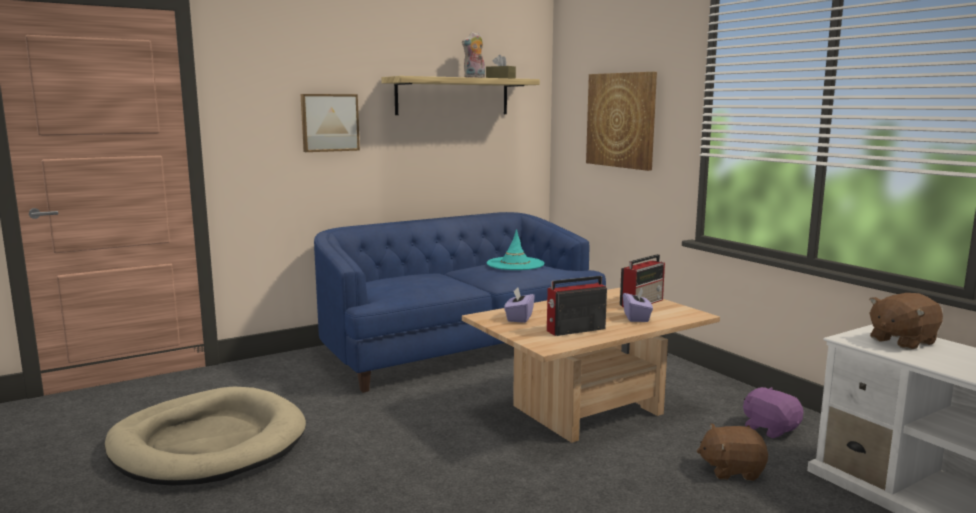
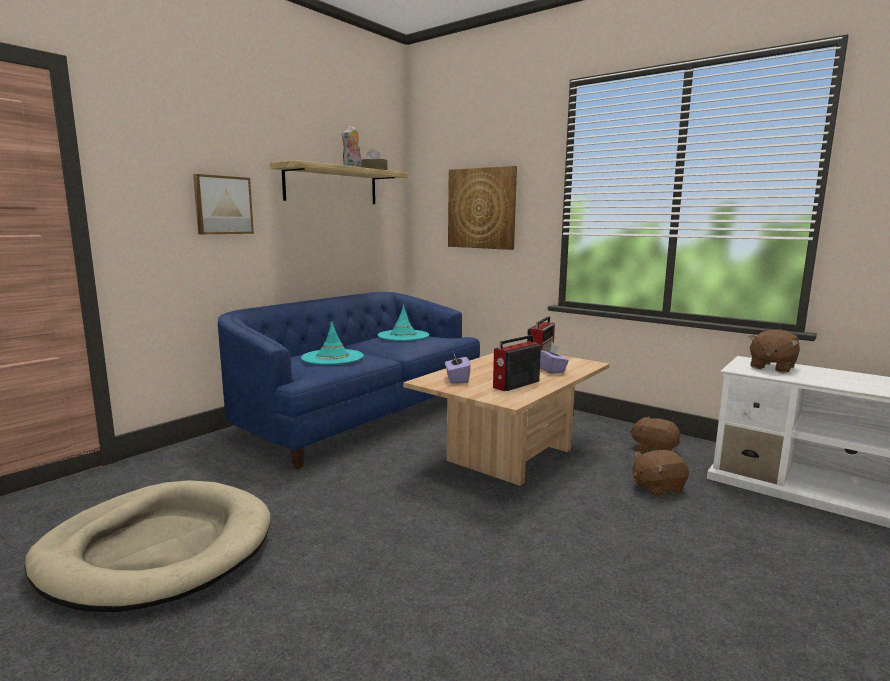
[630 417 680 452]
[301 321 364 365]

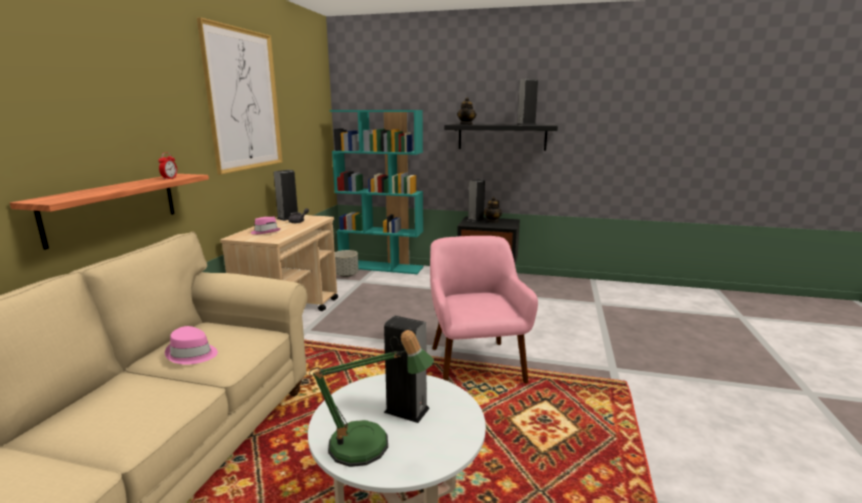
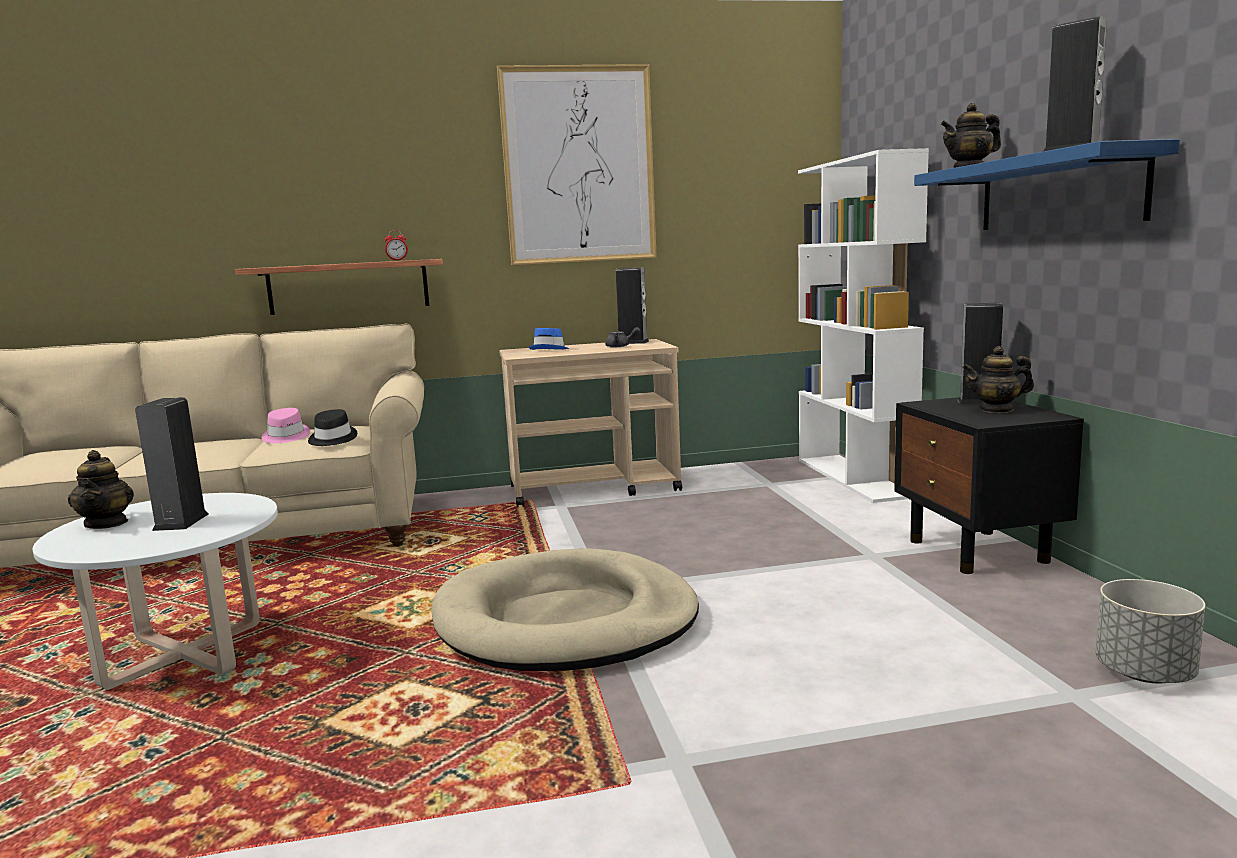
[529 328 569 350]
[68 450 134 529]
[798 148 929 503]
[1096 579 1206 683]
[431 548 699 671]
[914 139 1180 230]
[308 409 357 446]

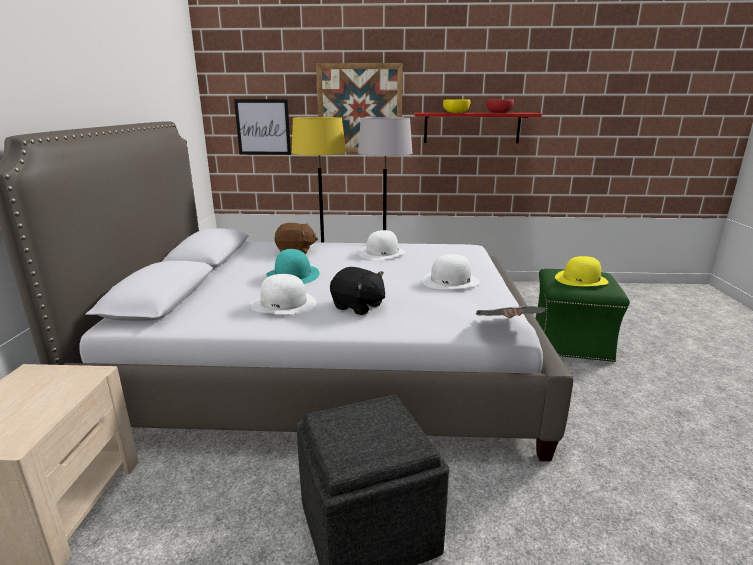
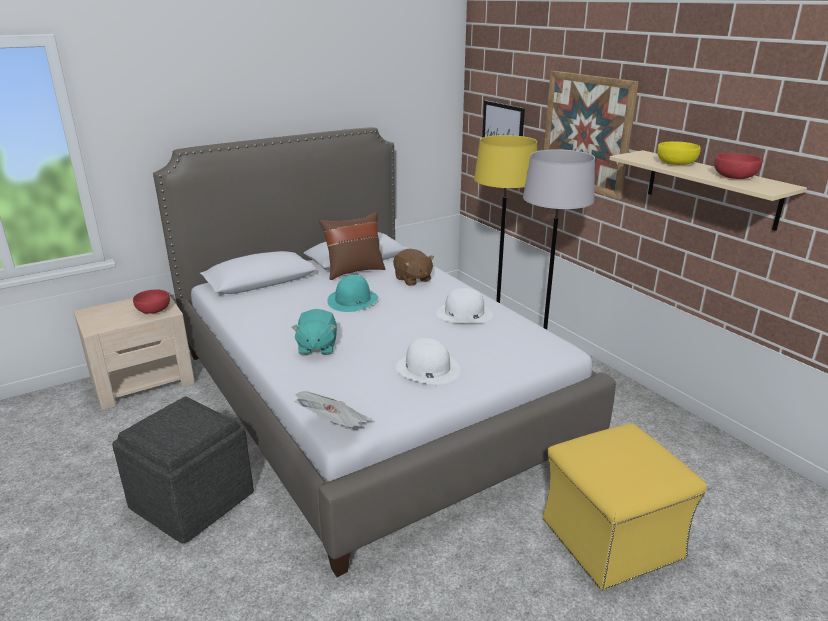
[251 274 317 314] (first image)
[292 309 337 355]
[609 150 807 231]
[542 423 707 590]
[555 256 609 286] (first image)
[133 289 170 314]
[319 212 385 280]

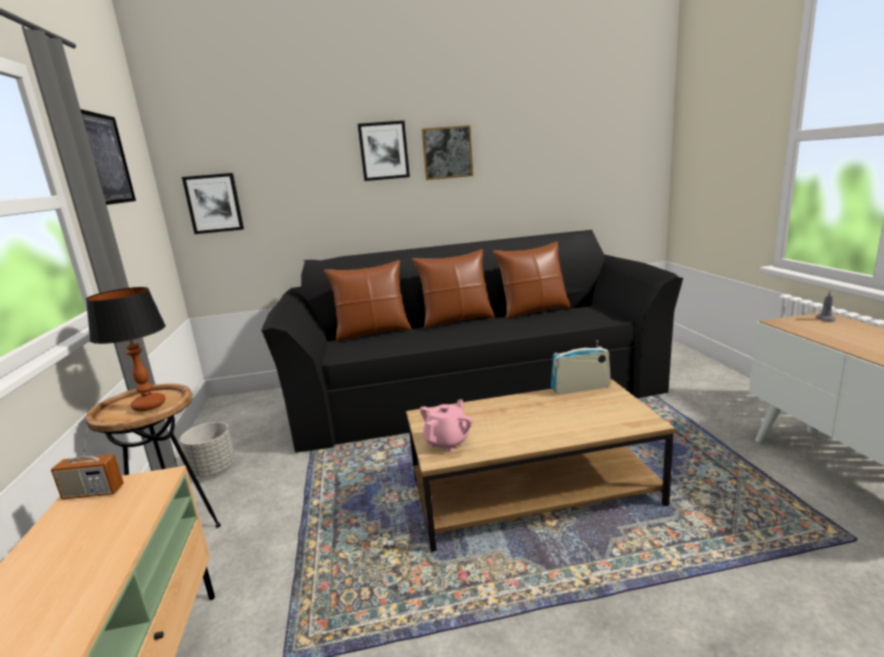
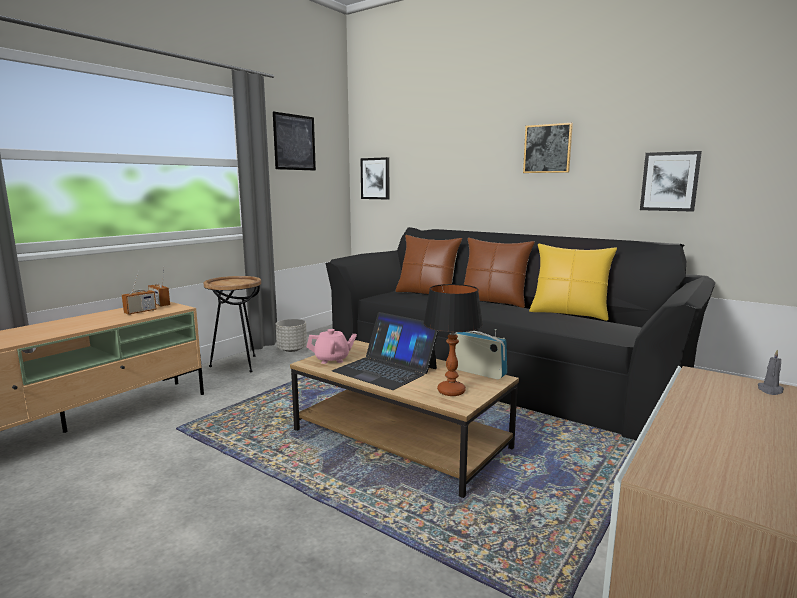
[423 284 483 396]
[640 151 702 212]
[529 244 617 321]
[122 270 157 315]
[332 312 439 390]

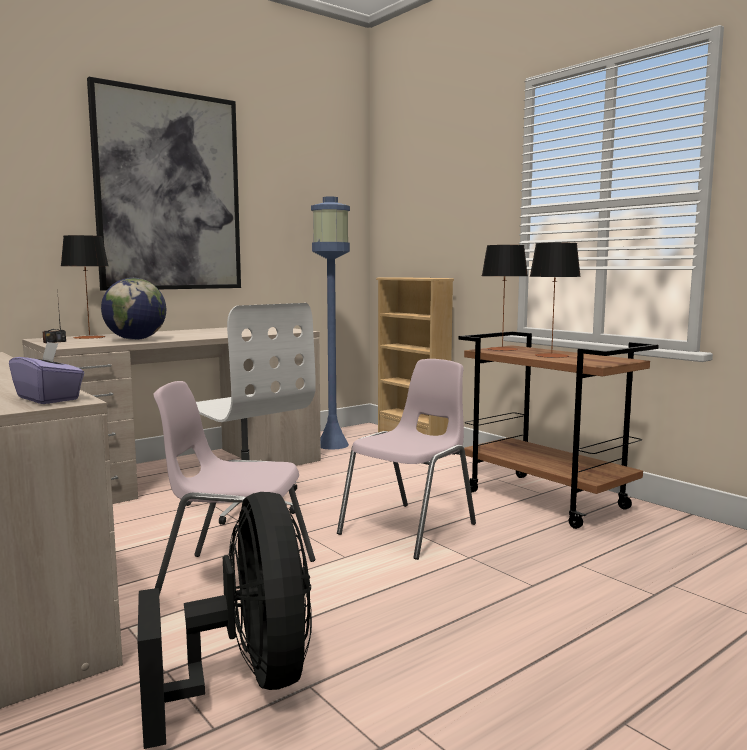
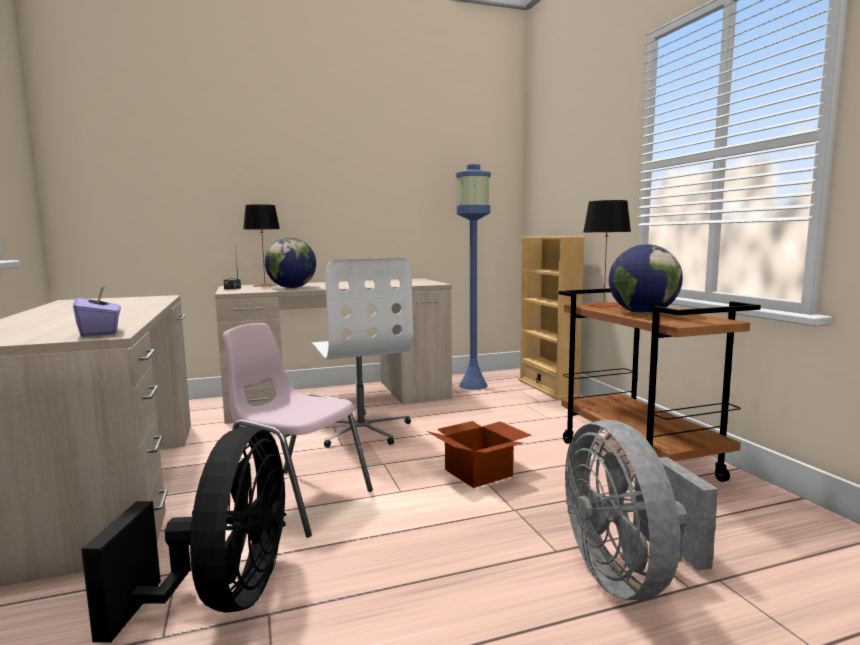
[87 77 241 291] (first image)
[426 421 531 488]
[609 244 683 314]
[565 420 718 600]

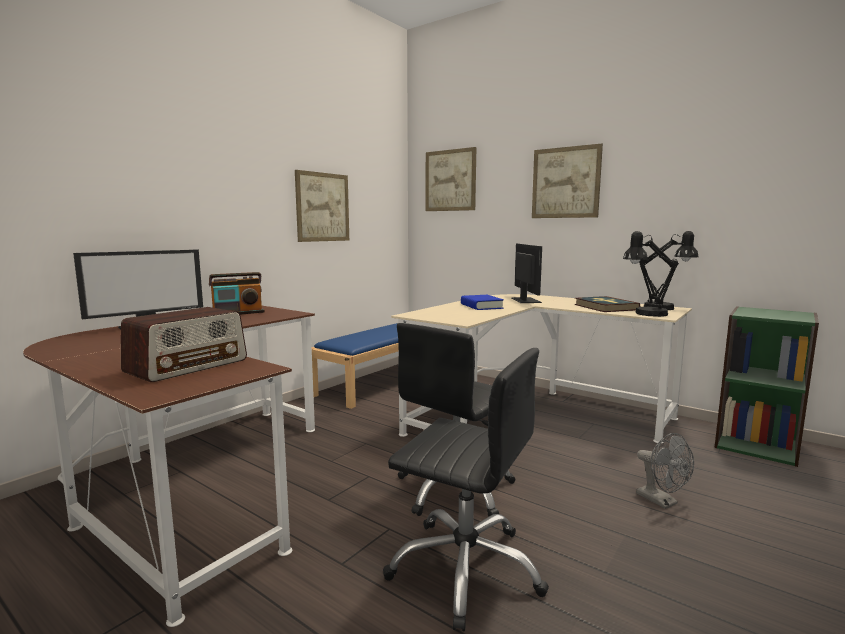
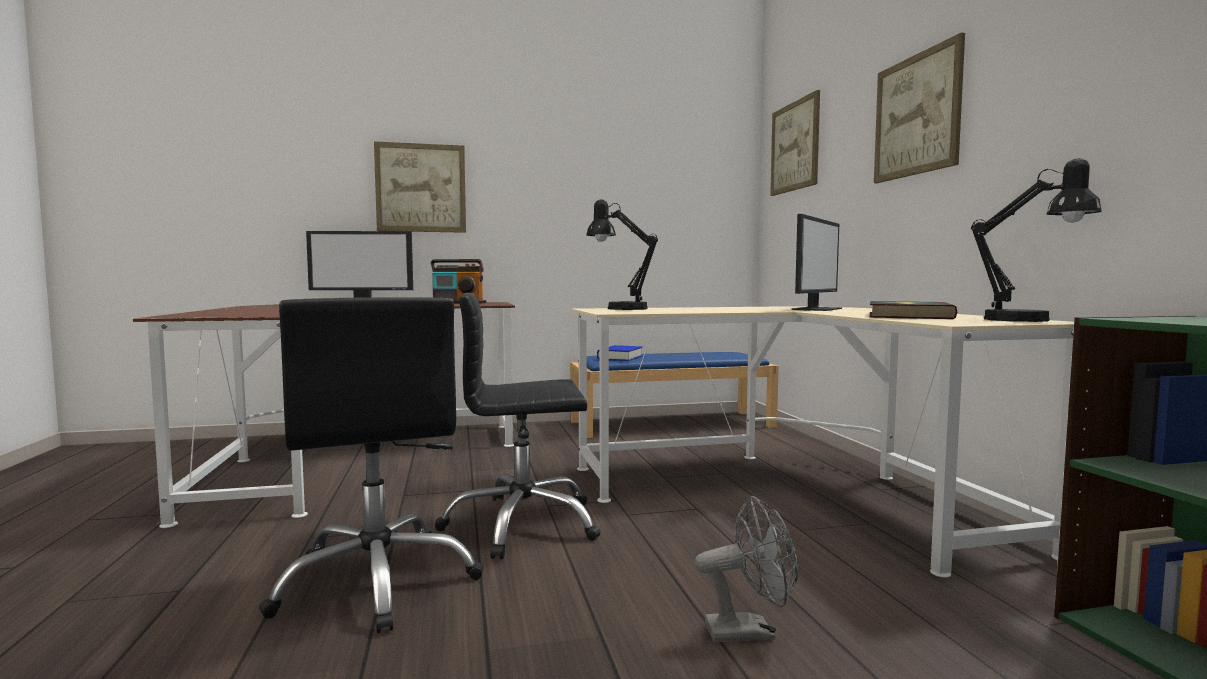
[121 307 247 382] (first image)
[374 141 466 233]
[597 345 643 361]
[586 199 658 310]
[695 496 798 642]

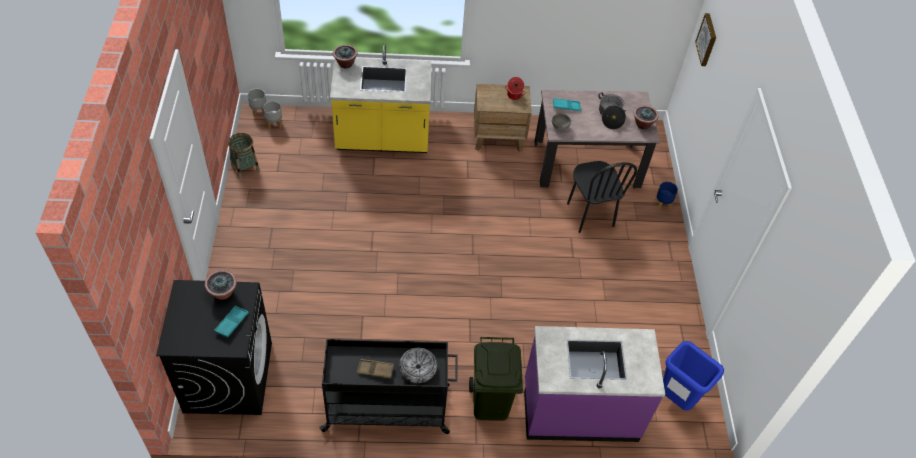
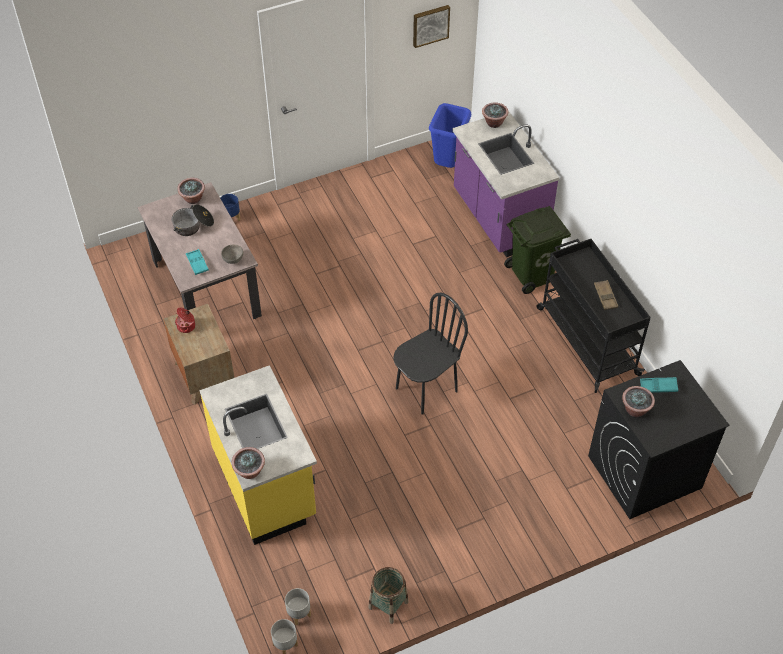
[399 348 437 383] (first image)
[393 292 468 415]
[413 5 450 48]
[482 102 508 128]

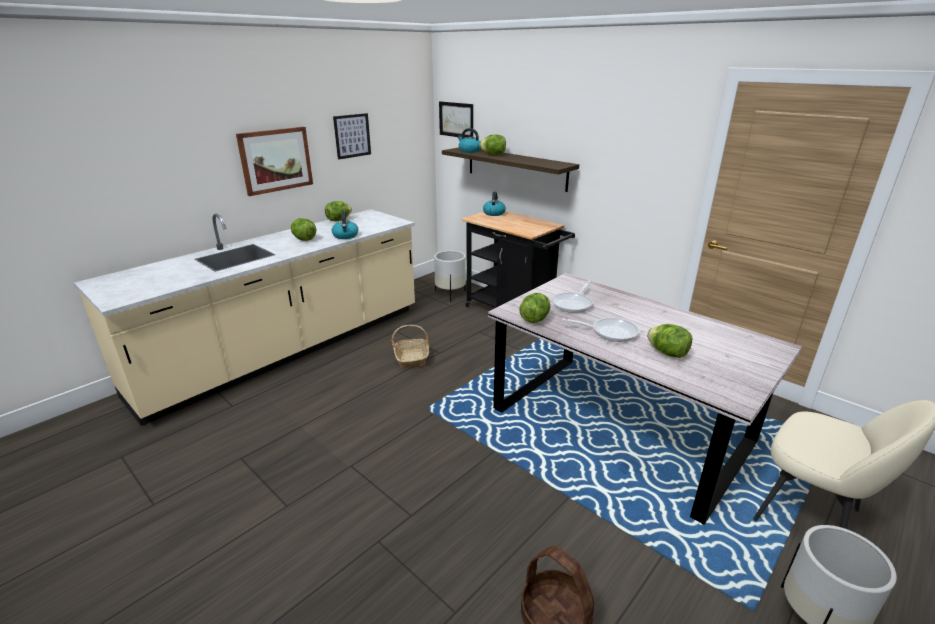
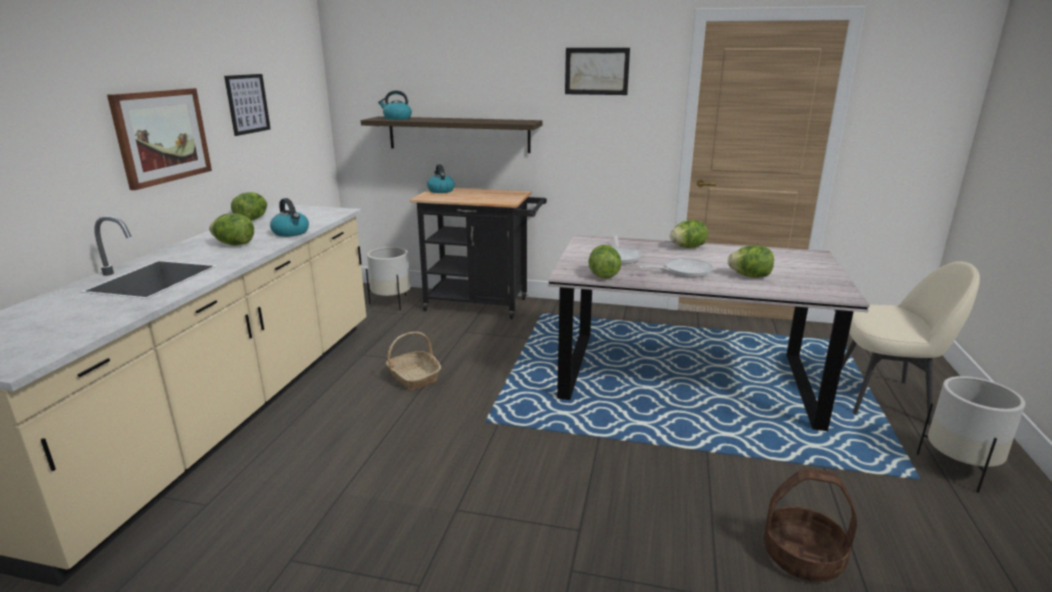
[565 48 630 95]
[670 220 708 248]

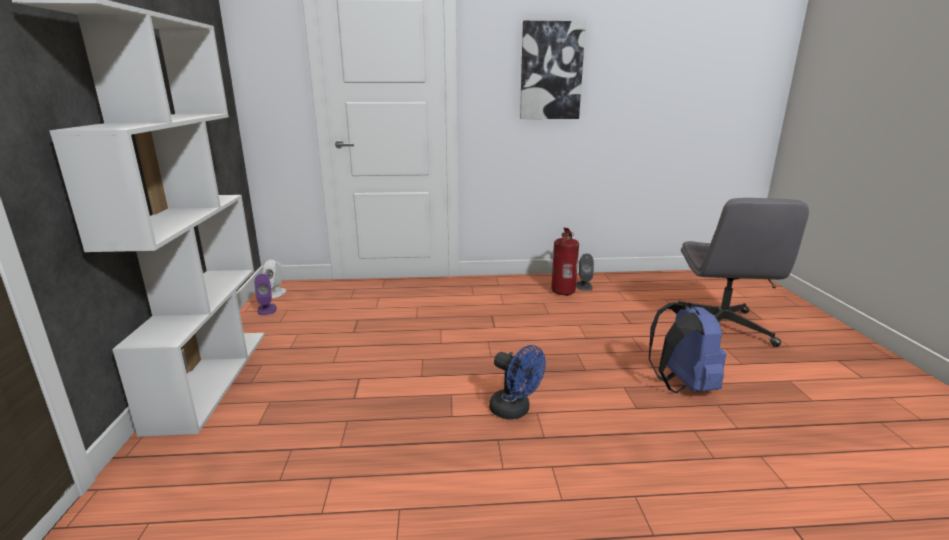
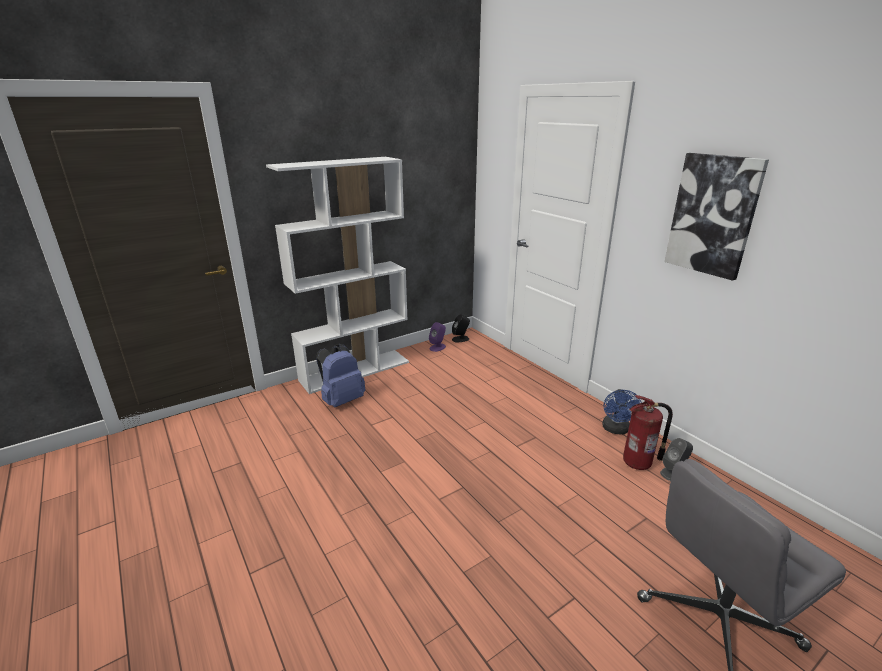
[452 314 470 343]
[602 389 642 434]
[316 344 365 407]

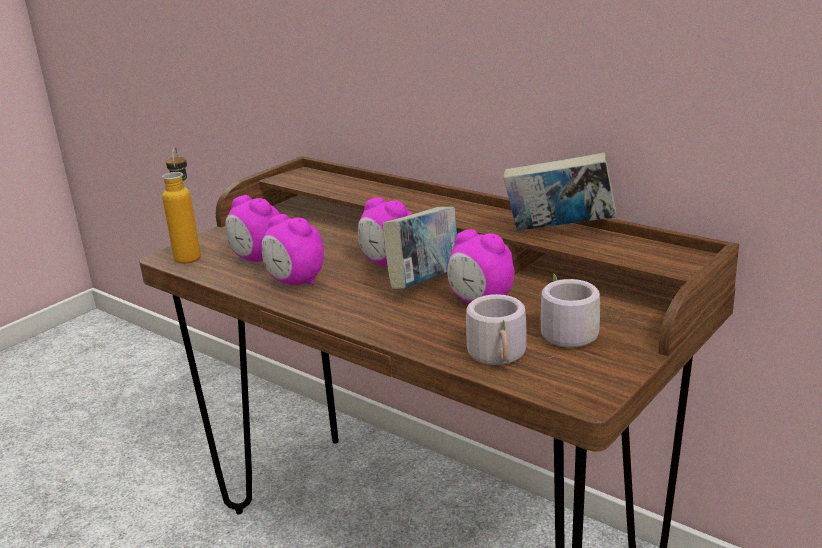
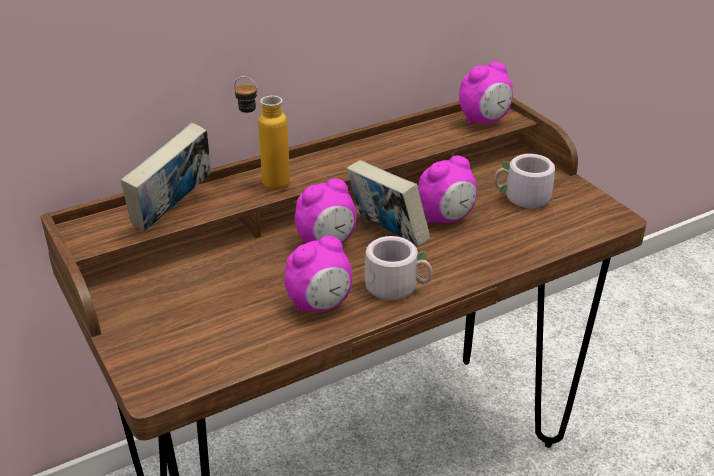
[234 76 290 190]
[459 61 513 124]
[365 236 433 300]
[121 123 211 232]

